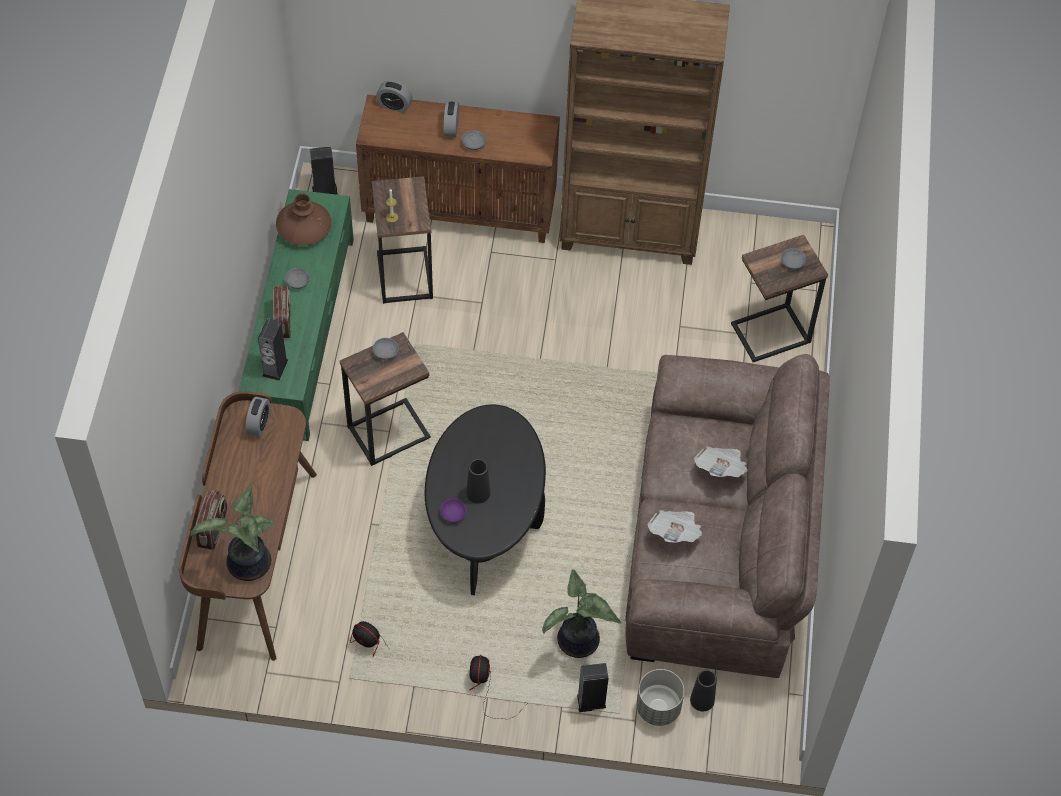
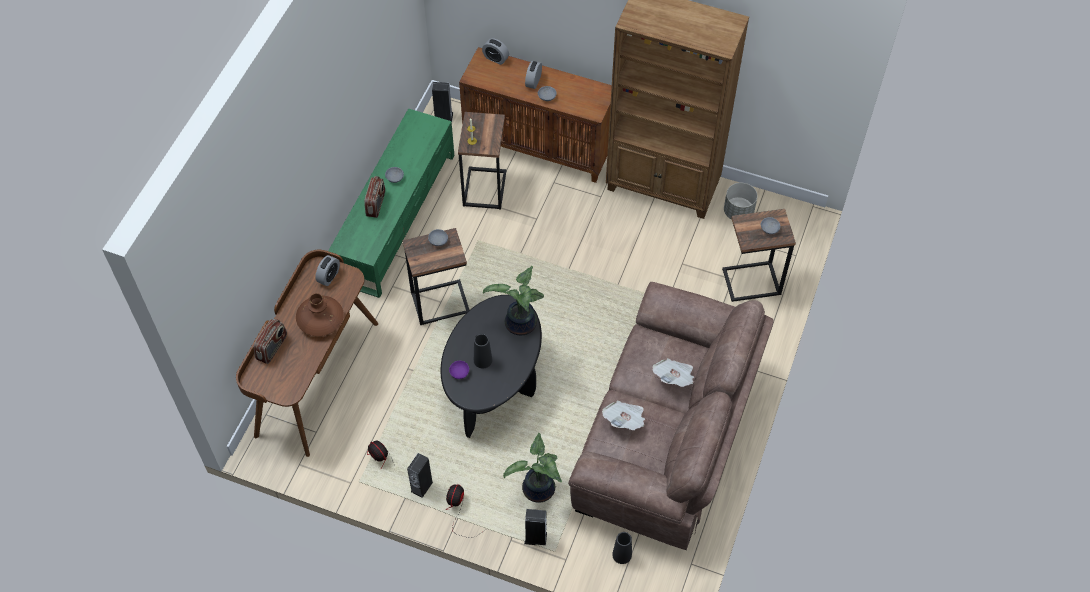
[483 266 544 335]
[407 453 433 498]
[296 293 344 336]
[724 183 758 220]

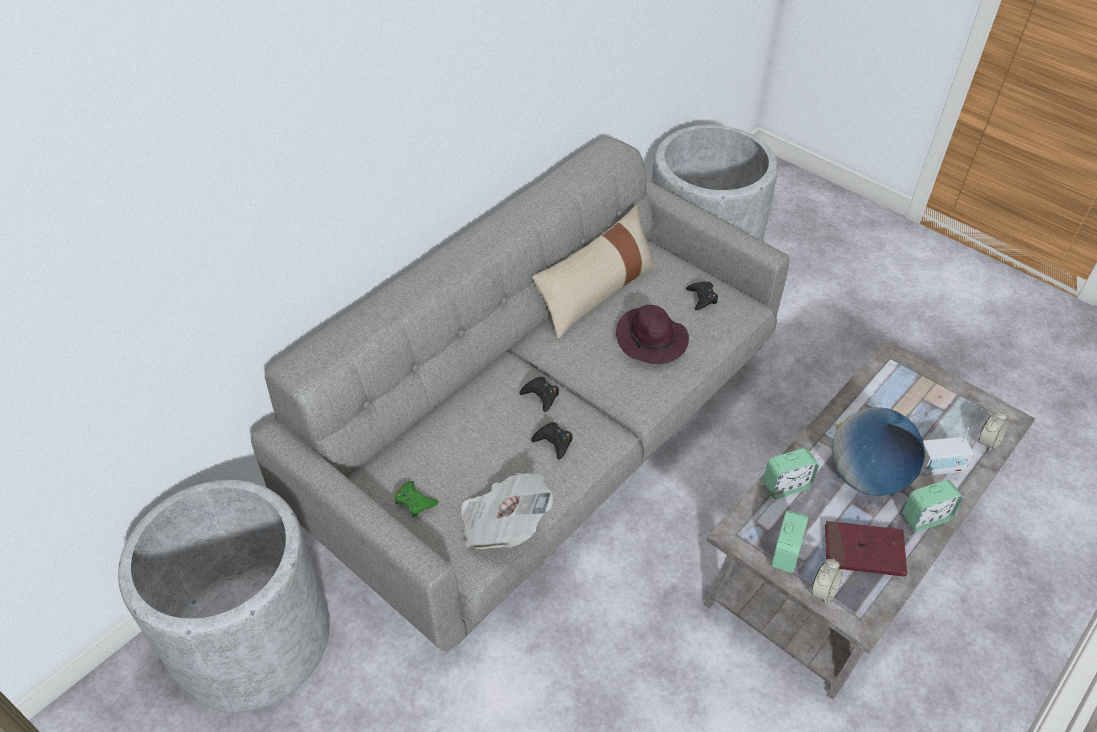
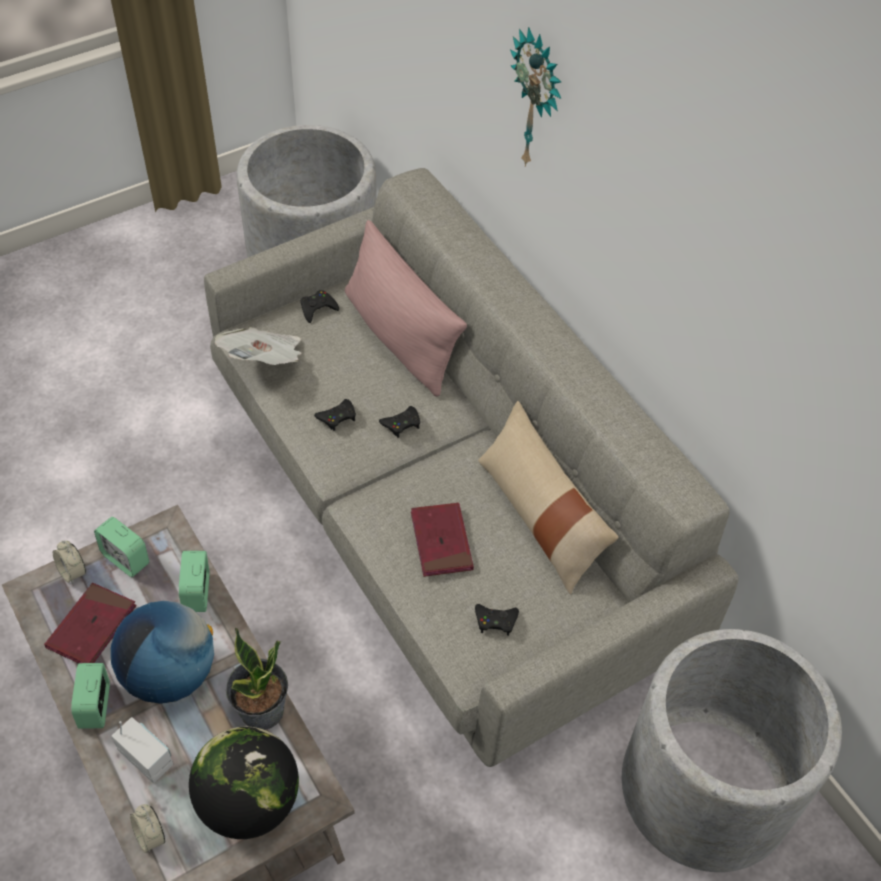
[300 290 339 323]
[411 503 474 577]
[112 717 173 783]
[189 727 299 839]
[226 627 288 730]
[345 220 467 397]
[510 27 561 167]

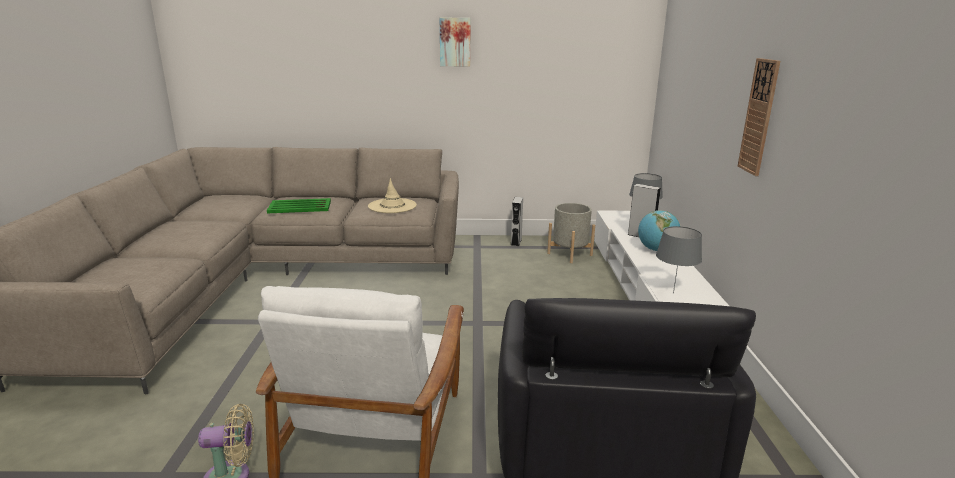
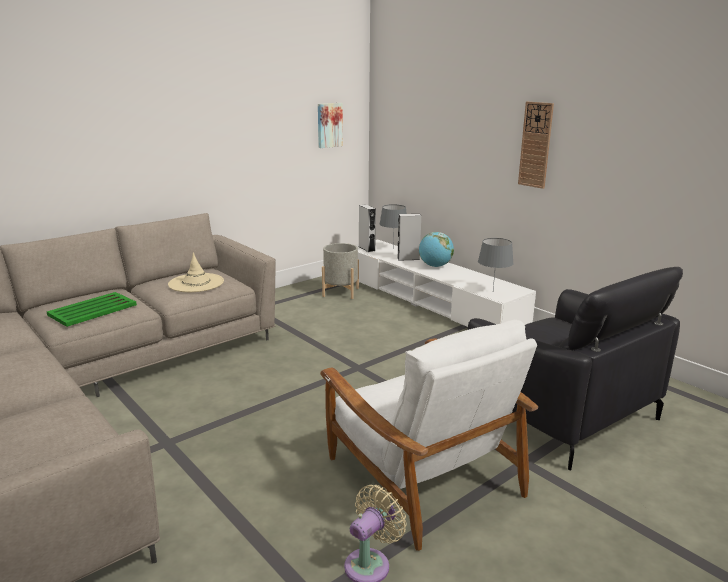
[318 103 343 148]
[359 204 376 252]

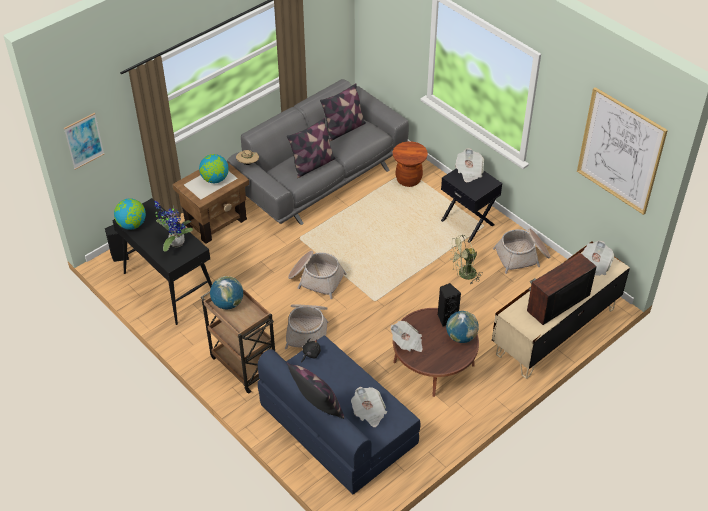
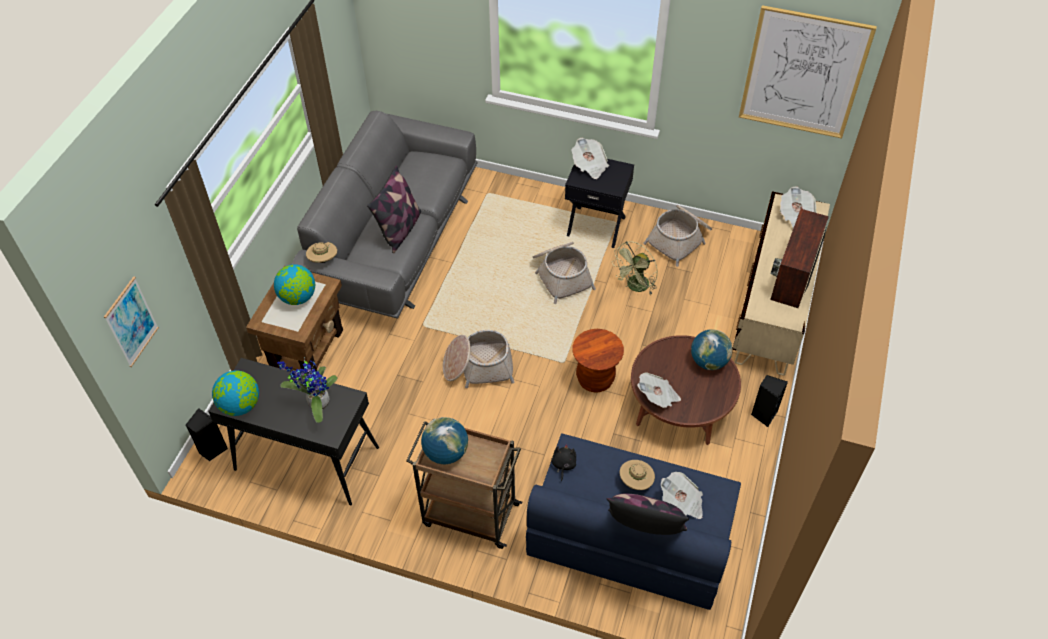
[533 242 596 304]
[320 83 366 141] (first image)
[573 329 624 393]
[751 375 788 427]
[620 460 655 490]

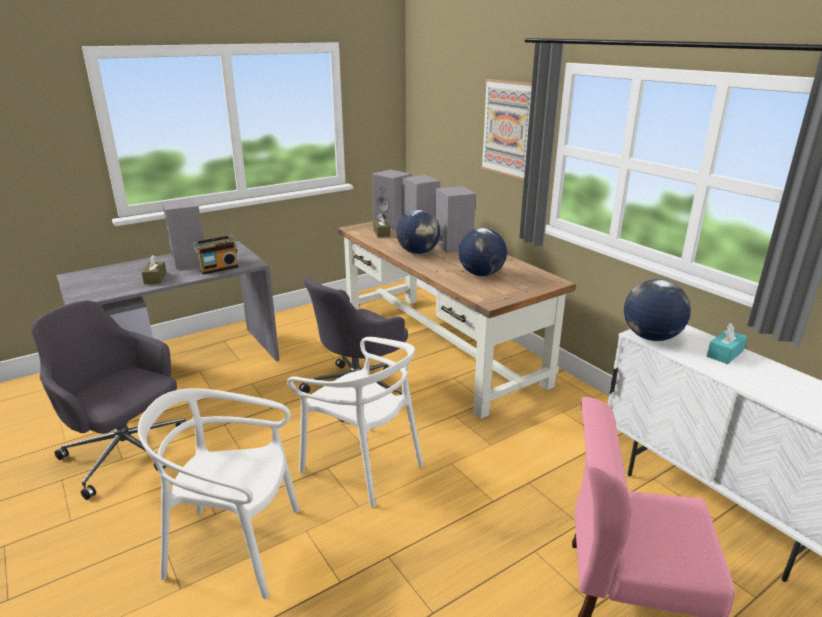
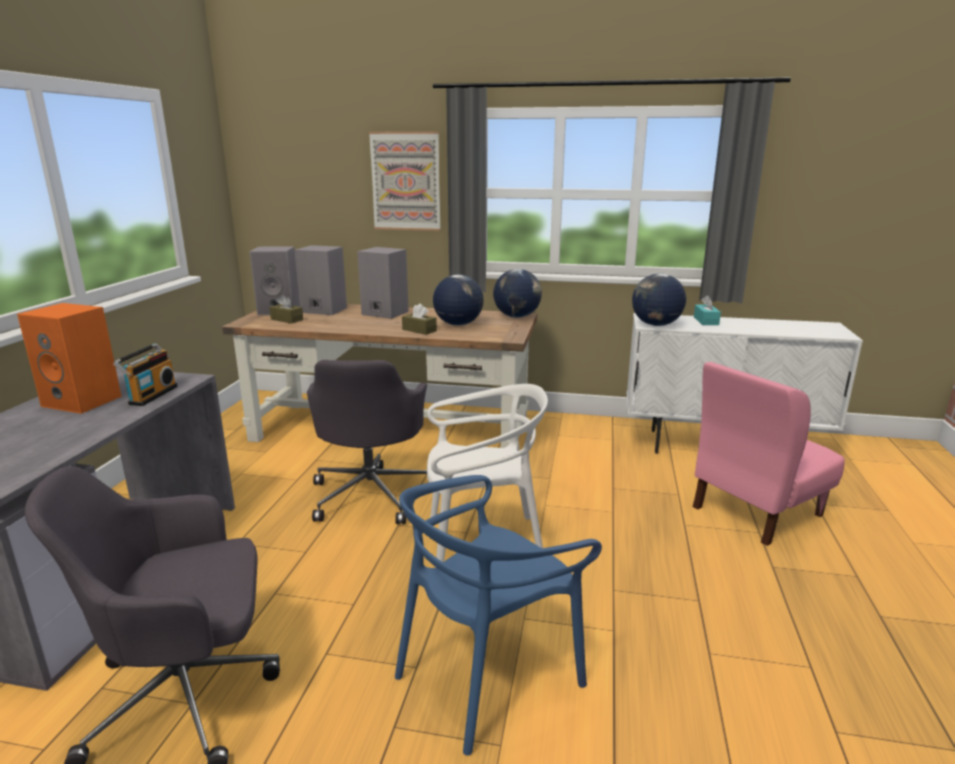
[395 475 602 755]
[402 304 437 335]
[17 303 122 414]
[493 269 542 318]

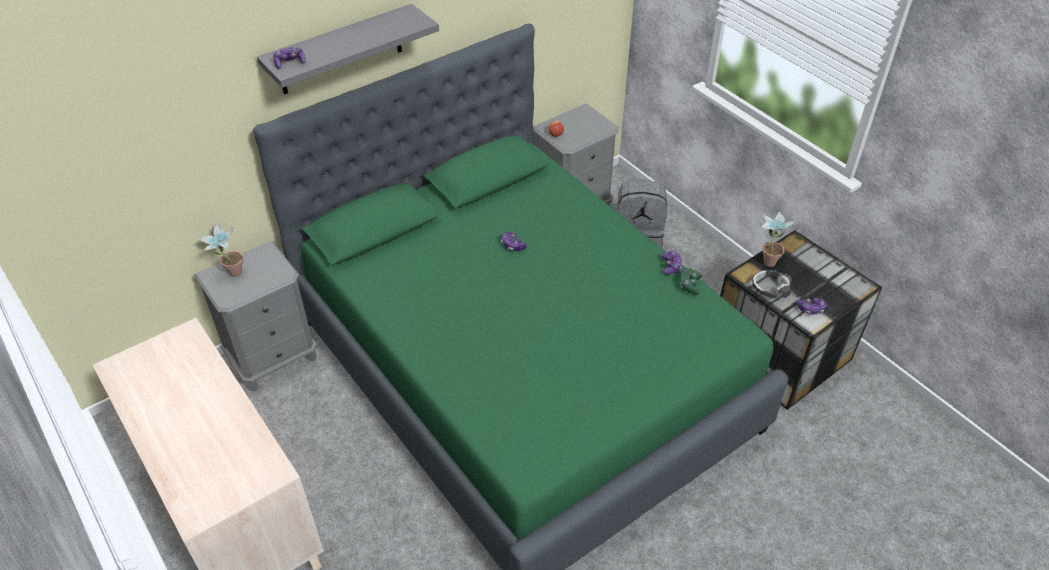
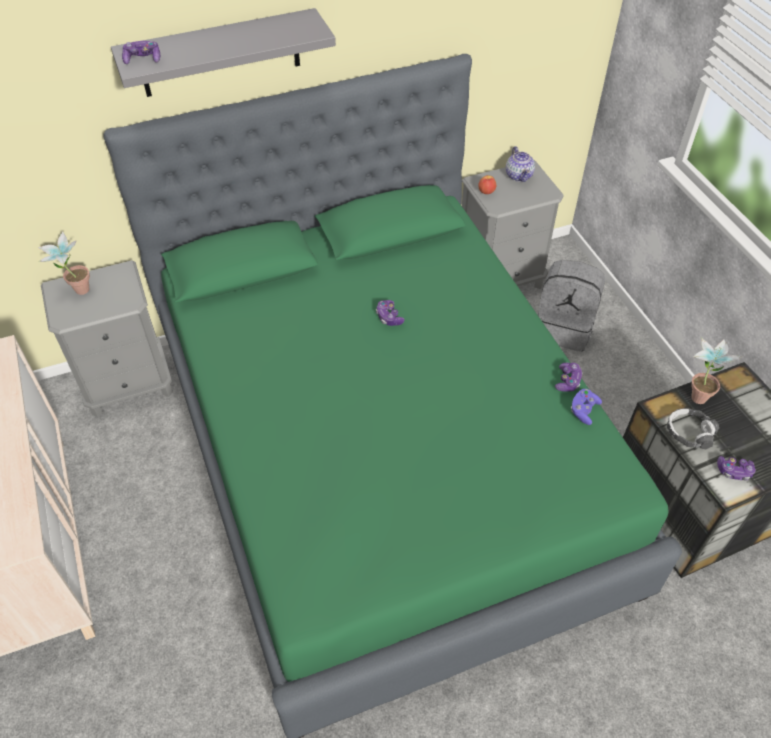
[571 389 602 425]
[506 146 535 182]

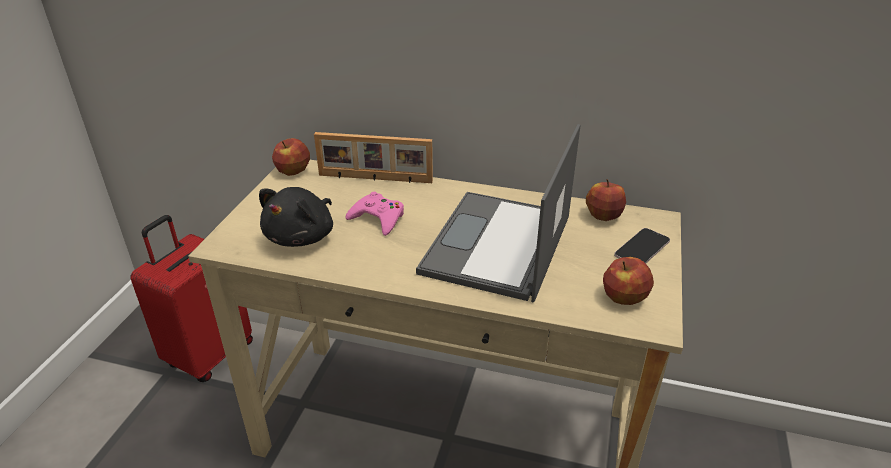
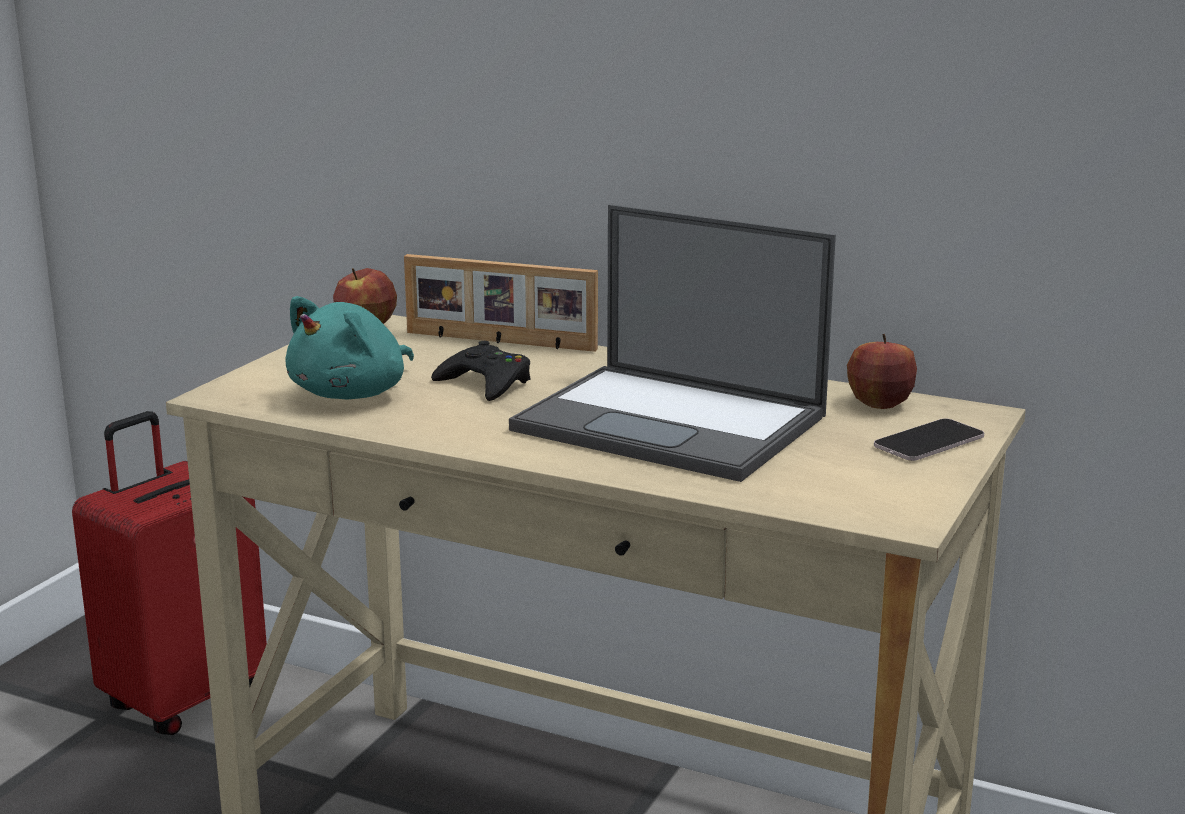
[286 296 414 399]
[431 341 531 401]
[509 204 836 482]
[603 257 654 305] (first image)

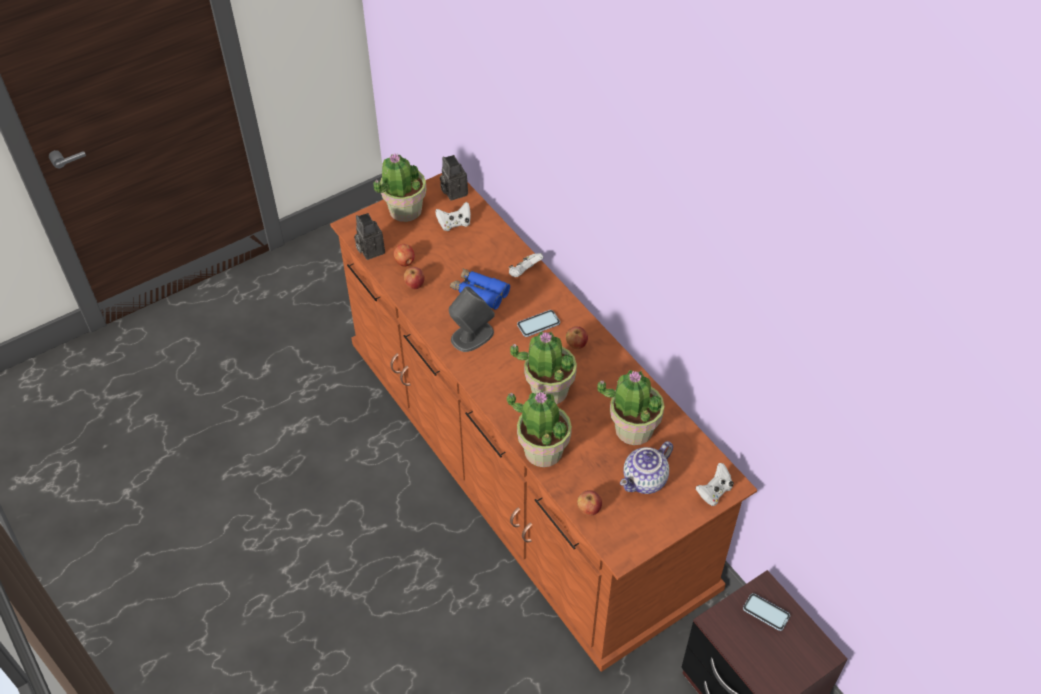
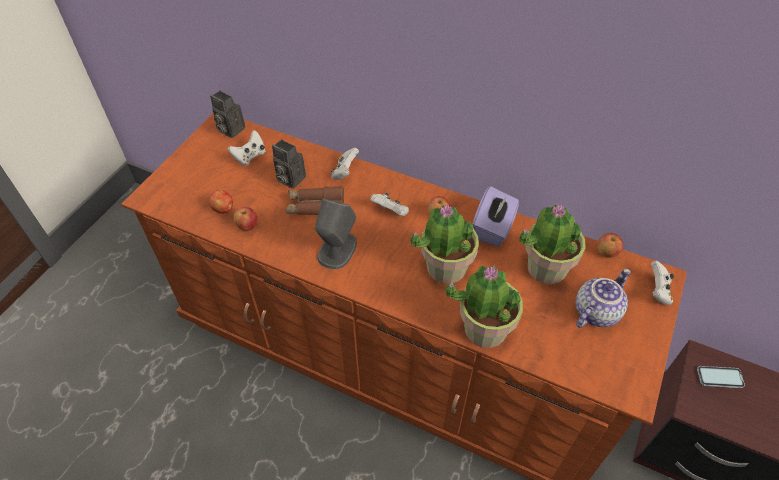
[272 139 306 189]
[373 154 427 222] (first image)
[286 186 344 215]
[370 193 409 216]
[597 233 623 258]
[576 269 631 328]
[472 186 519 247]

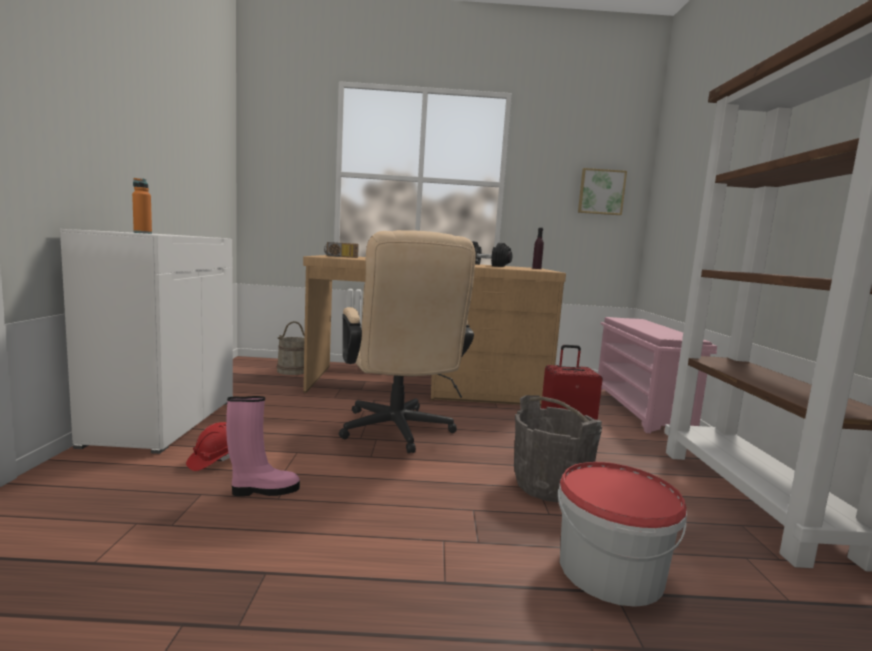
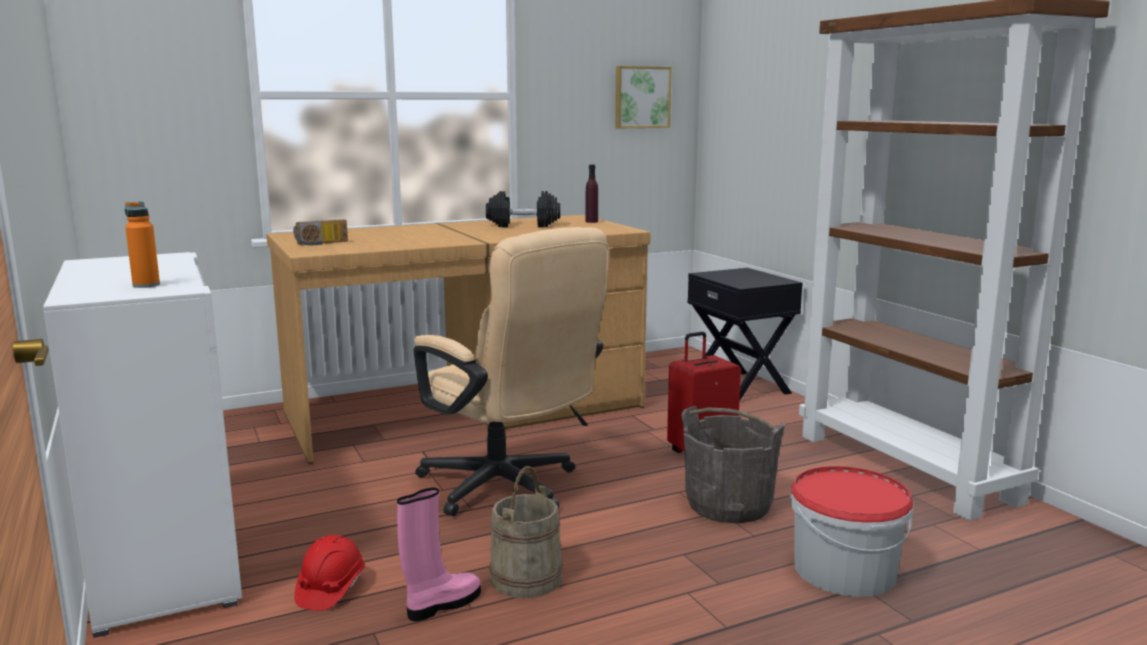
[489 466 563 598]
[688 268 803 400]

